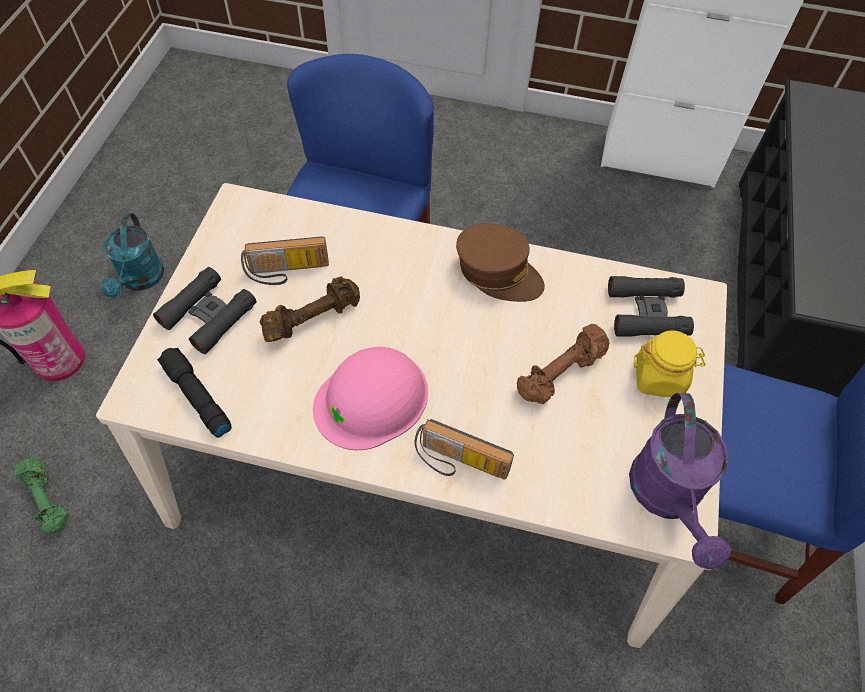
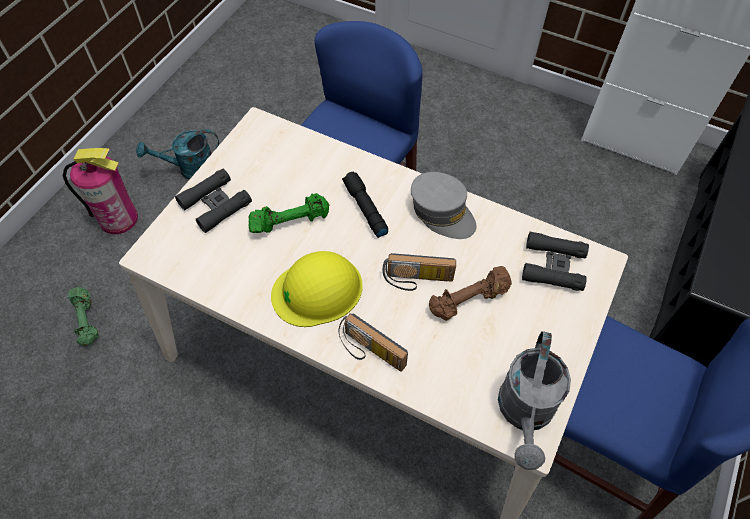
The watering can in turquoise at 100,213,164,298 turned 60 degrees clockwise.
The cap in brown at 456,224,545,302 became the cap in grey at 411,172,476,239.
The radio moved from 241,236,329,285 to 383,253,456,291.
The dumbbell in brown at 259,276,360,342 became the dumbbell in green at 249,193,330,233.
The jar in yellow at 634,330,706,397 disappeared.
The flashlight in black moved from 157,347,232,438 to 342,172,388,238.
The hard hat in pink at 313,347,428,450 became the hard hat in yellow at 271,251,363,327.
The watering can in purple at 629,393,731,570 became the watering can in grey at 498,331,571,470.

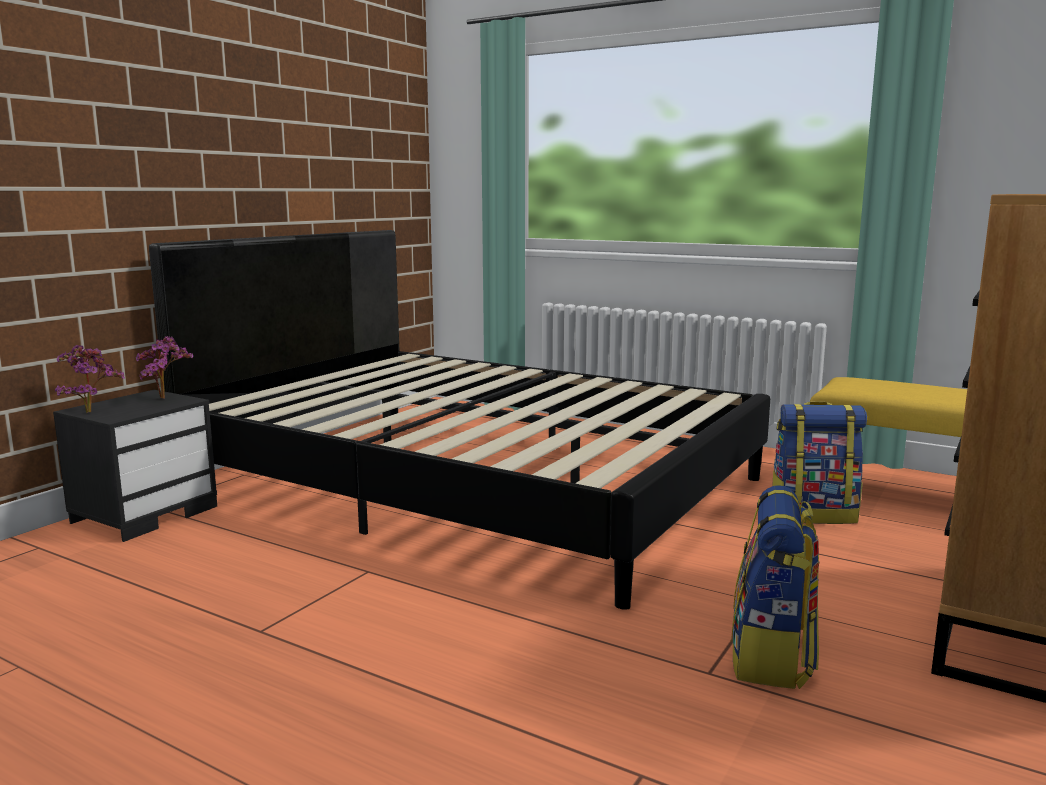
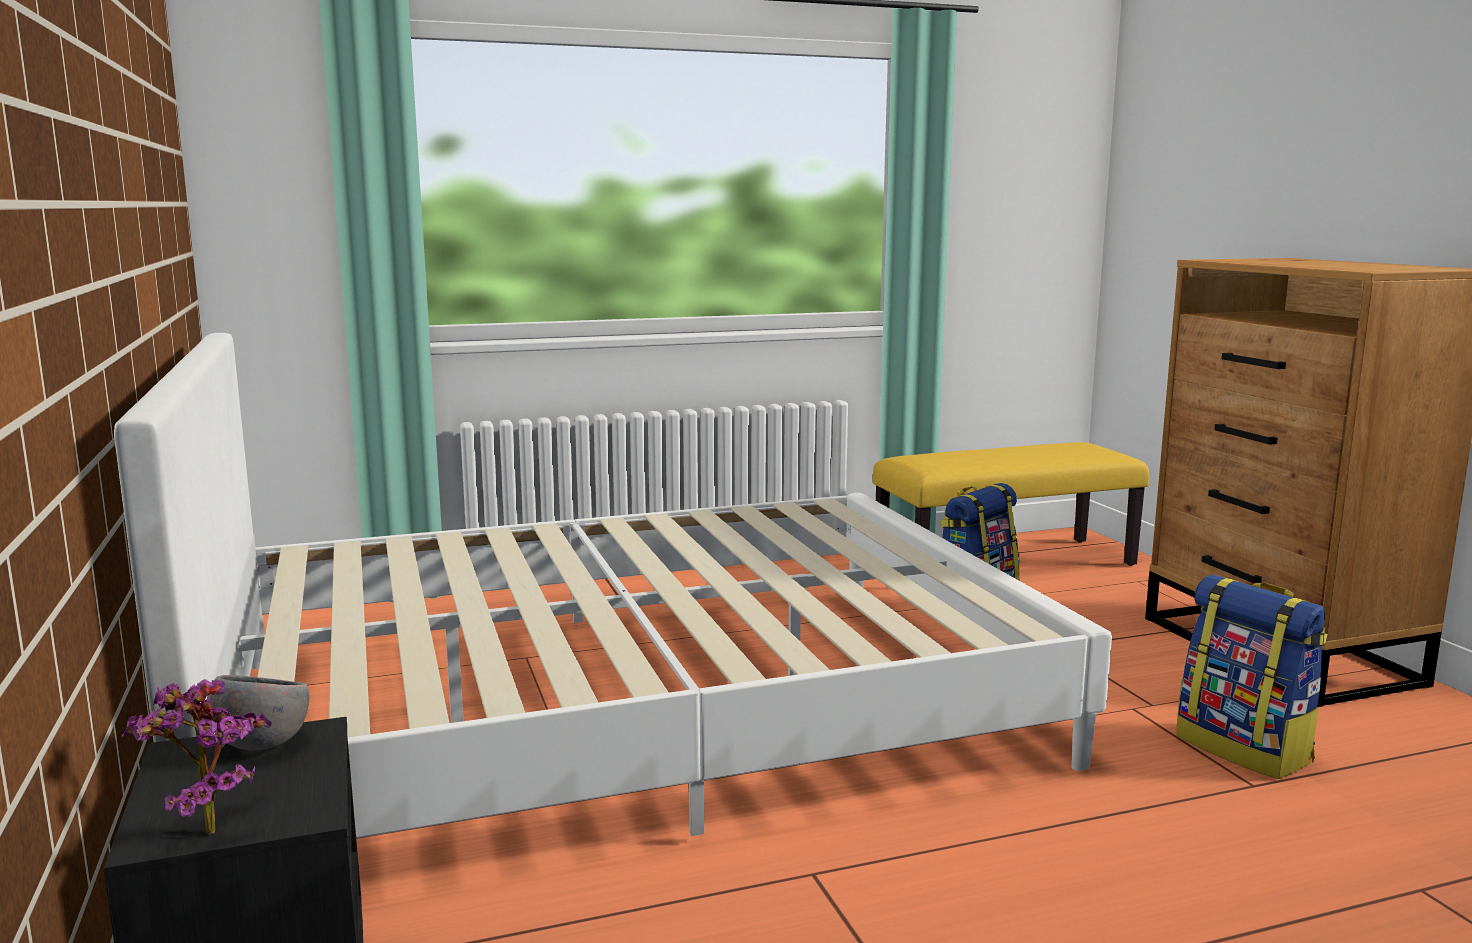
The bed in black at 149,230,770,610 became the bed in white at 114,333,1112,838.
The potted plant at 136,336,193,398 was replaced by the bowl in grey at 207,675,309,750.

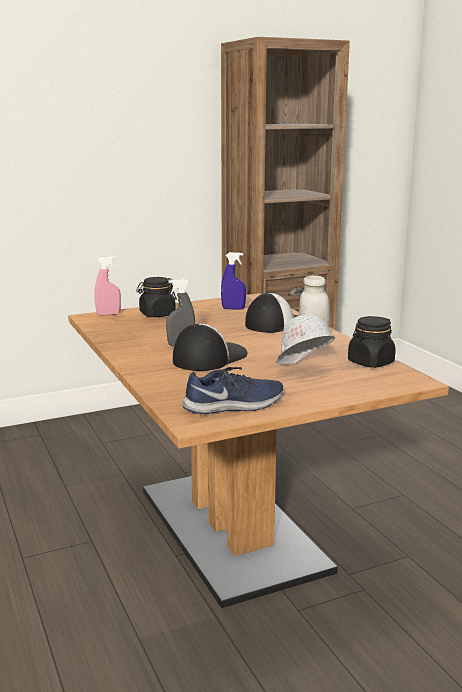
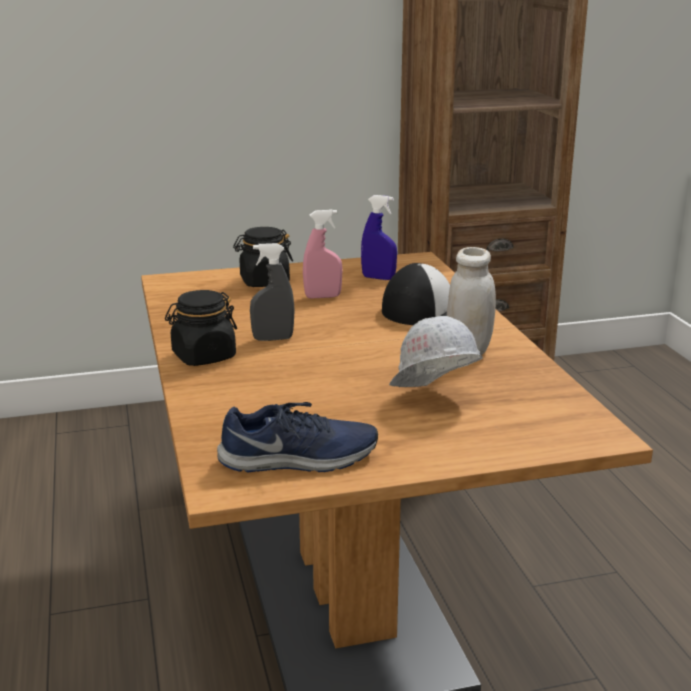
The spray bottle in pink moved from 94,256,121,316 to 303,209,343,298.
The jar in black moved from 348,316,396,368 to 165,290,237,366.
The cap at 173,324,248,371 disappeared.

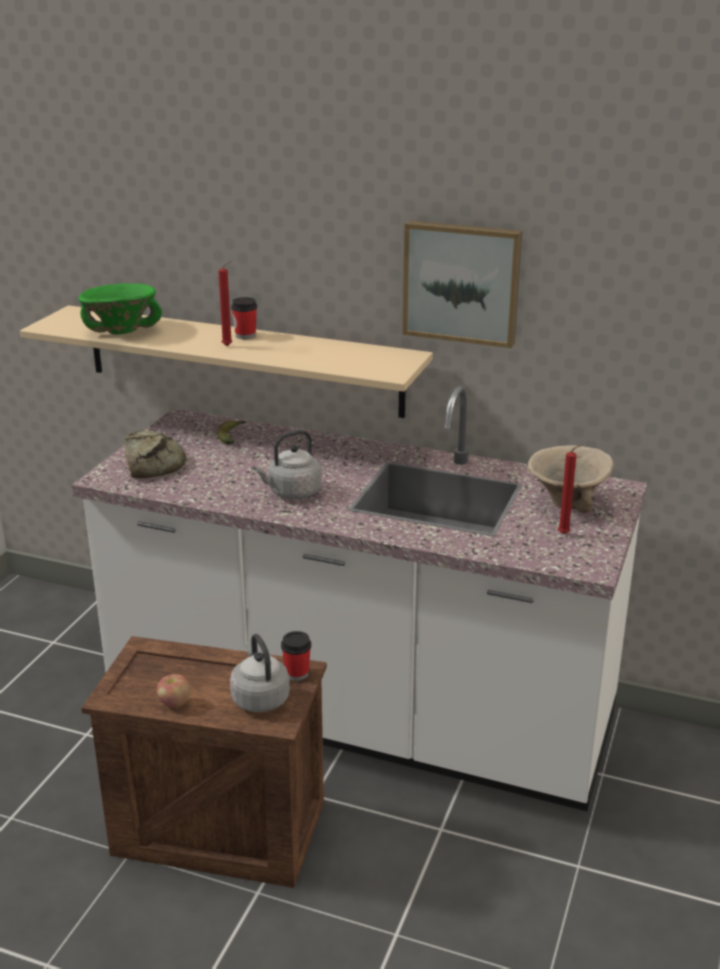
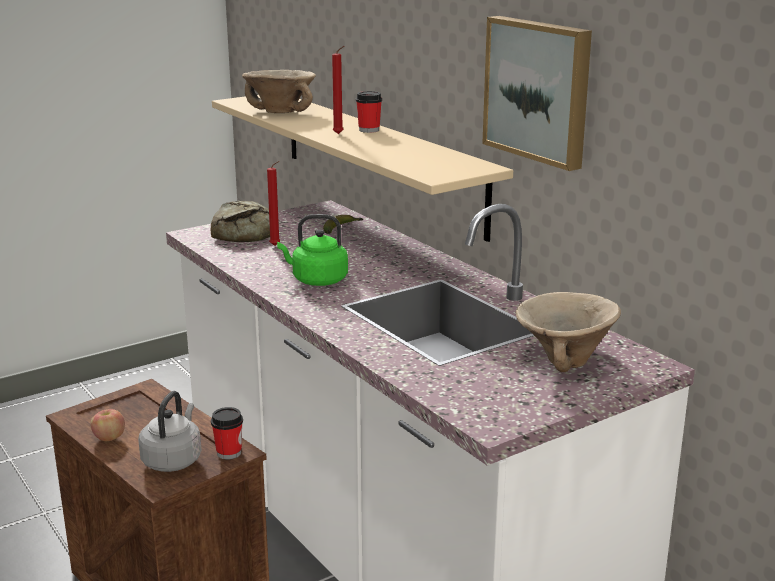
The bowl in green at 78,283,162,334 became the bowl in beige at 242,70,316,113.
The kettle in grey at 254,429,322,499 became the kettle in green at 277,214,348,286.
The candle in red moved from 558,444,583,534 to 267,161,280,246.

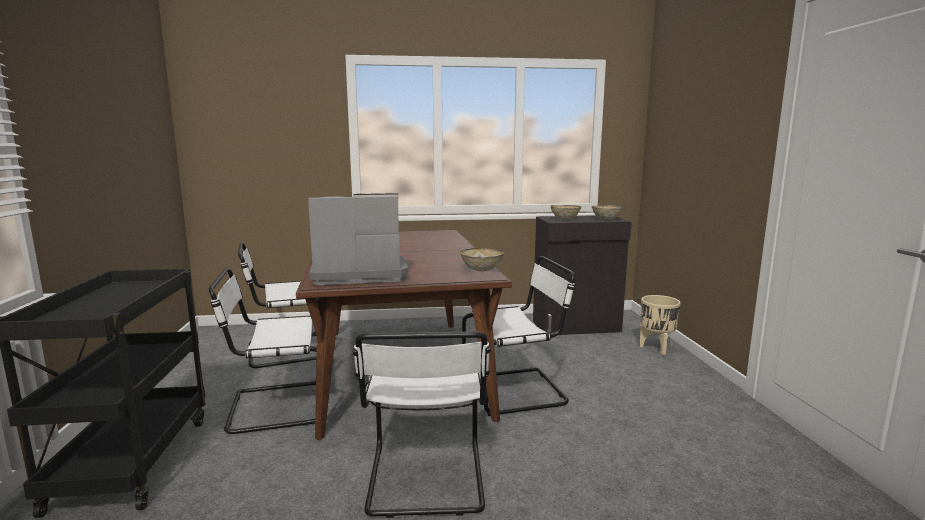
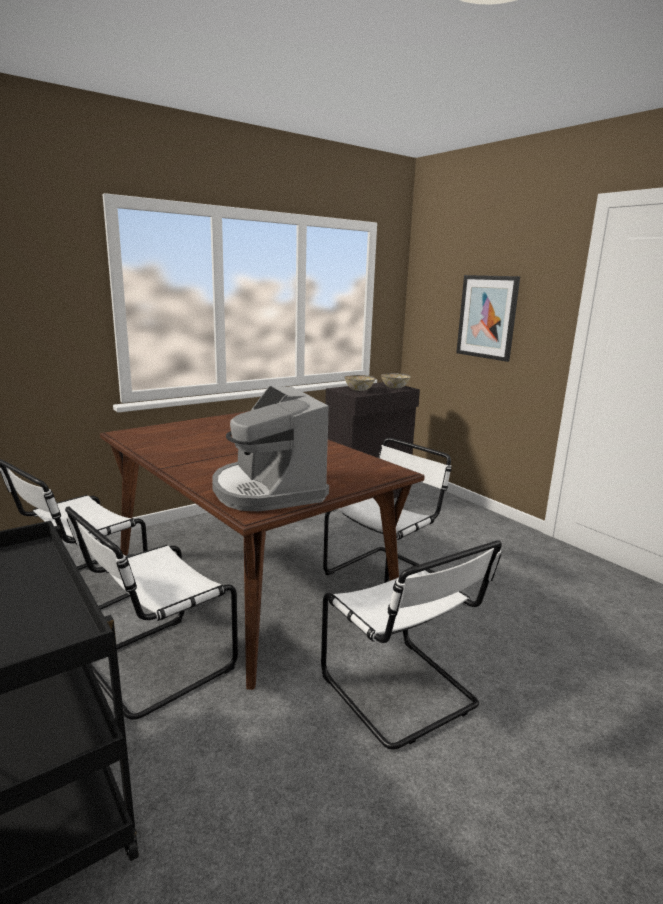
The coffee machine at 308,193,408,285 turned 75 degrees counterclockwise.
The bowl at 460,248,504,271 disappeared.
The planter in beige at 640,295,681,355 disappeared.
The picture at 456,275,520,362 appeared.

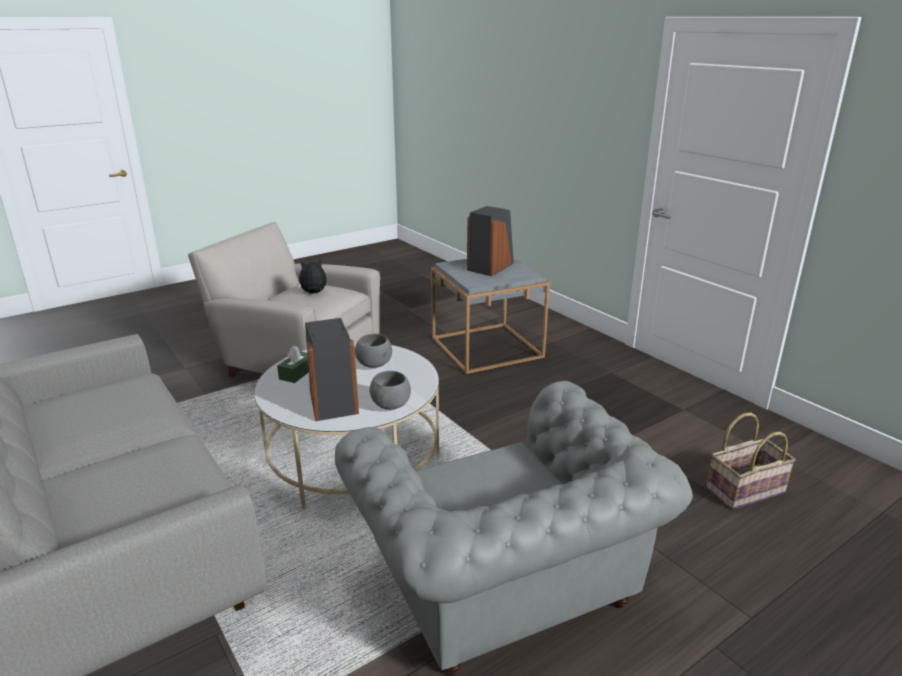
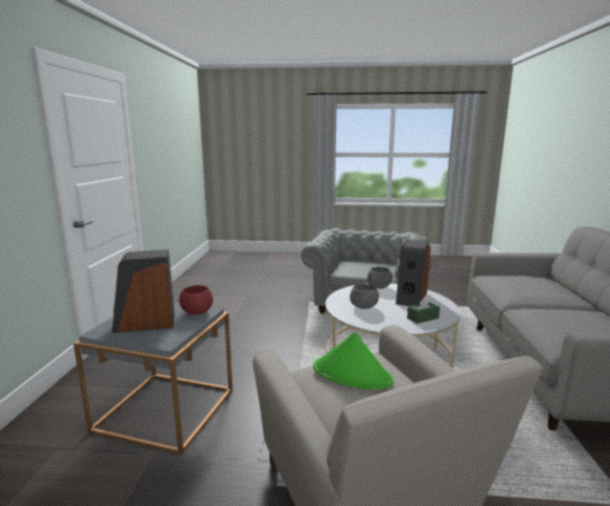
The plush toy at 297,260,327,293 was replaced by the hat in green at 313,332,394,390.
The basket at 706,412,795,510 disappeared.
The bowl in red at 179,285,213,315 appeared.

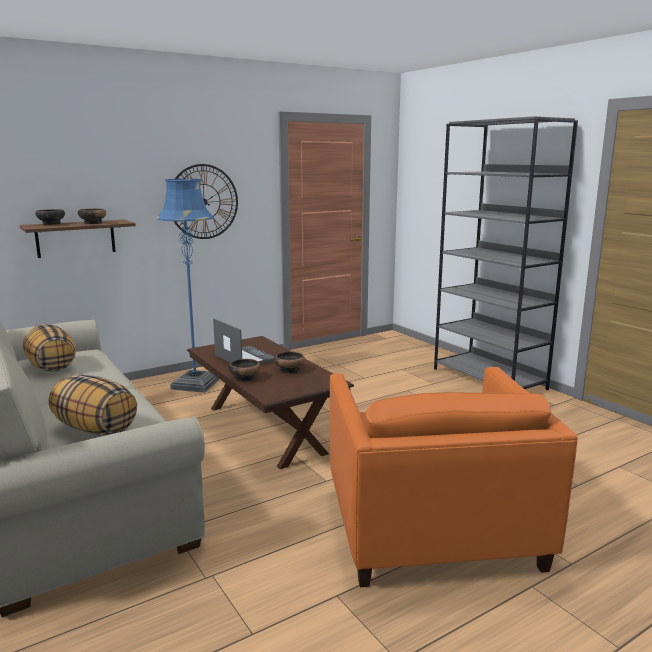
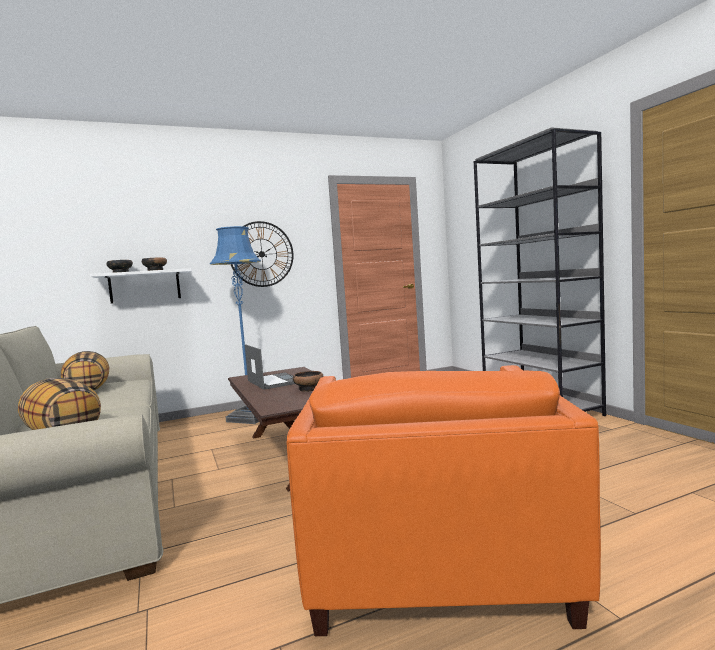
The shelf in brown at 20,220,136,258 became the shelf in white at 90,268,191,304.
The bowl at 229,359,260,382 disappeared.

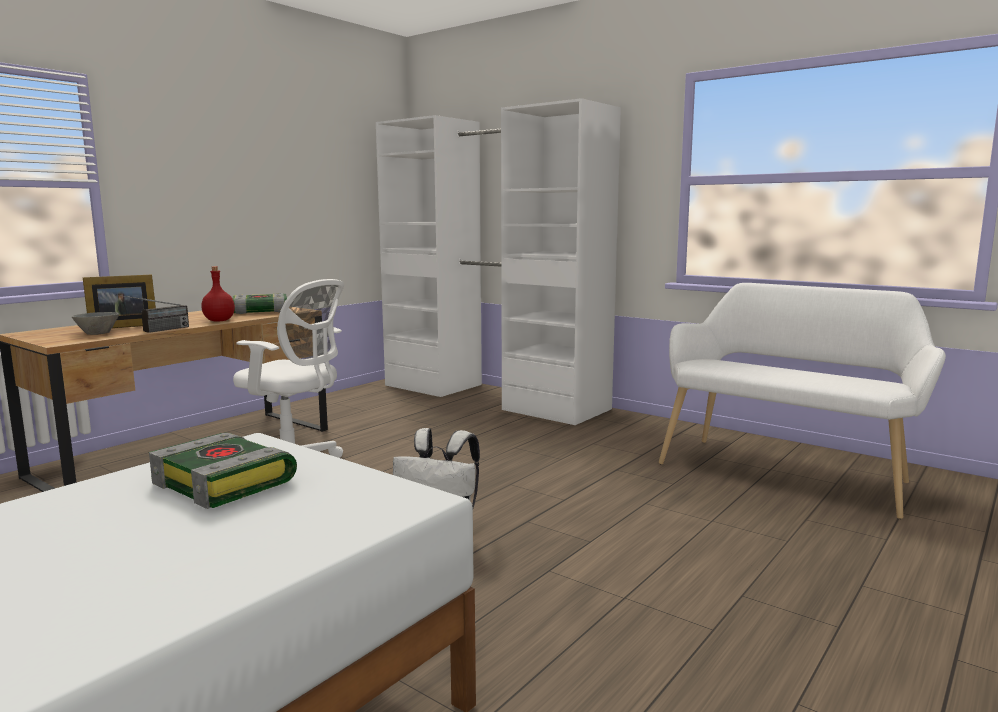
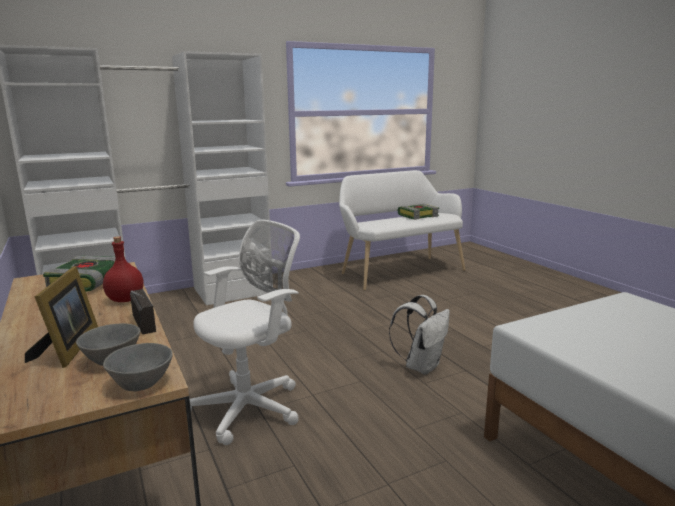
The book moved from 149,433,297,509 to 398,204,439,220.
The bowl in grey at 103,343,173,391 appeared.

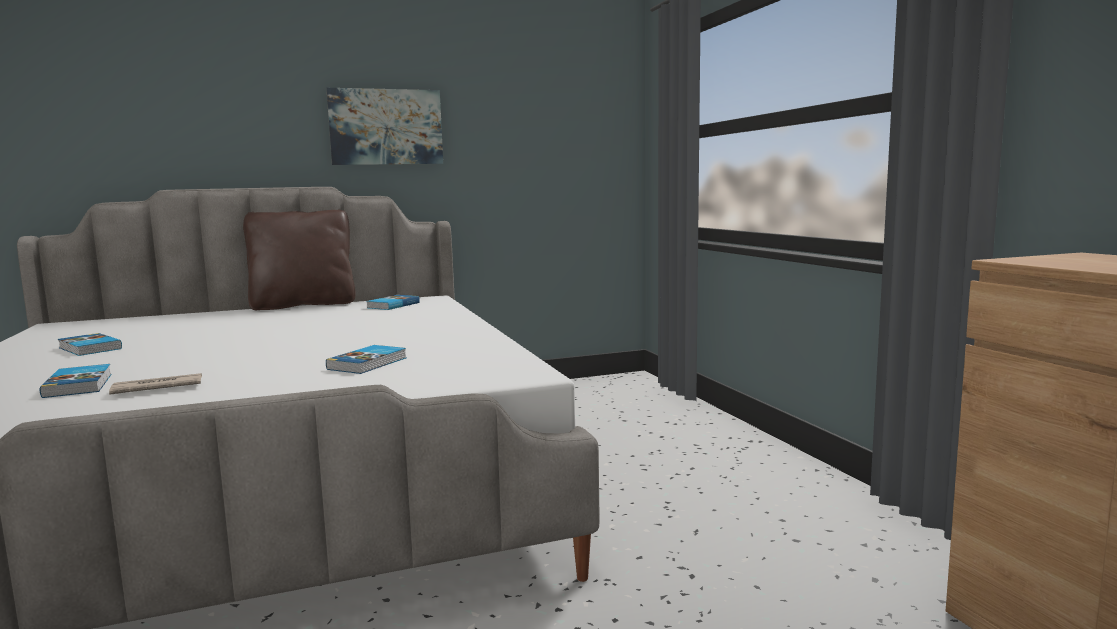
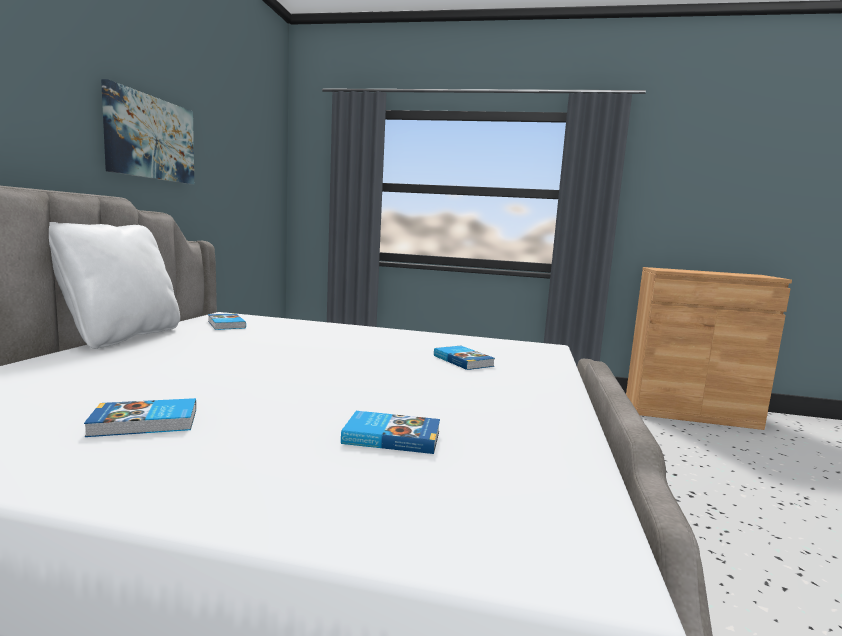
The pillow in brown at 243,210,356,310 became the pillow in white at 49,222,180,349.
The newspaper at 109,373,202,395 disappeared.

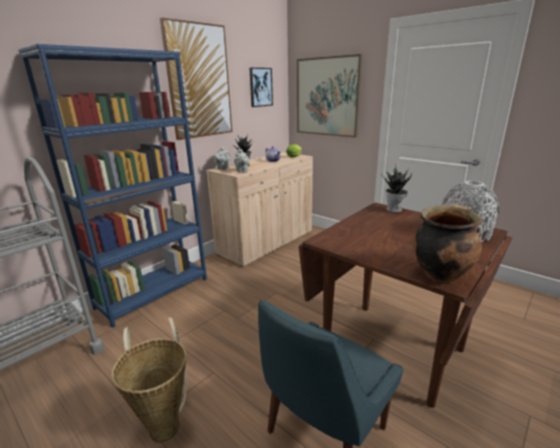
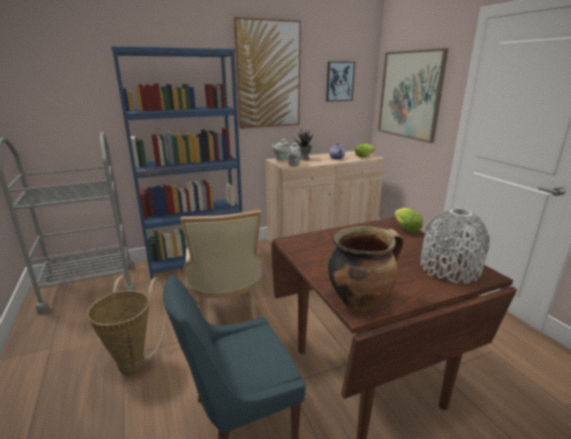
The potted plant at 381,168,412,212 was replaced by the lettuce at 394,208,423,233.
The chair in beige at 181,210,263,321 appeared.

